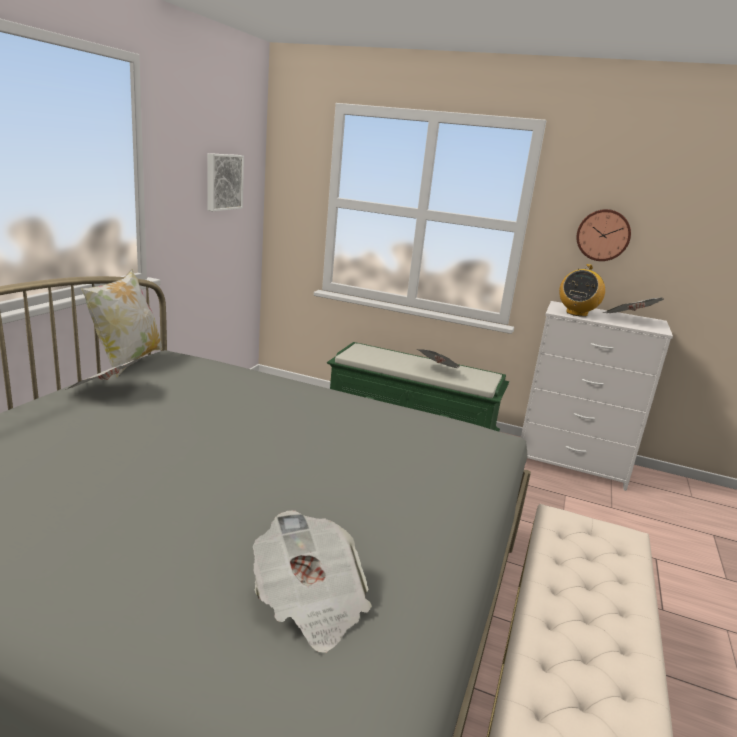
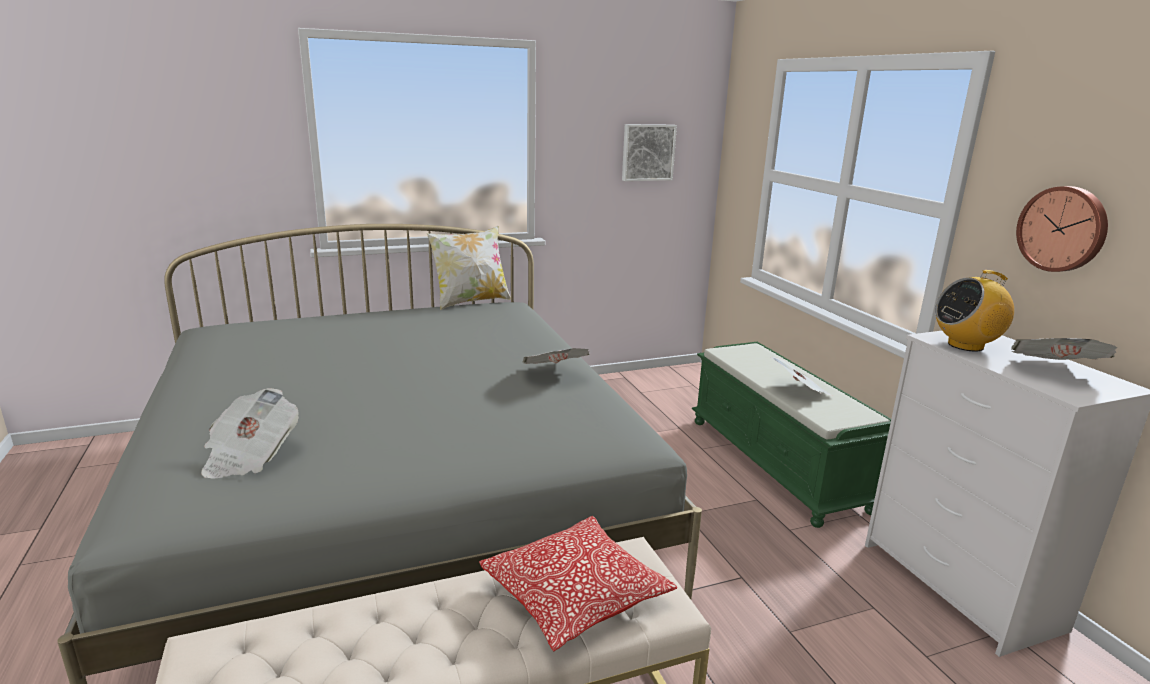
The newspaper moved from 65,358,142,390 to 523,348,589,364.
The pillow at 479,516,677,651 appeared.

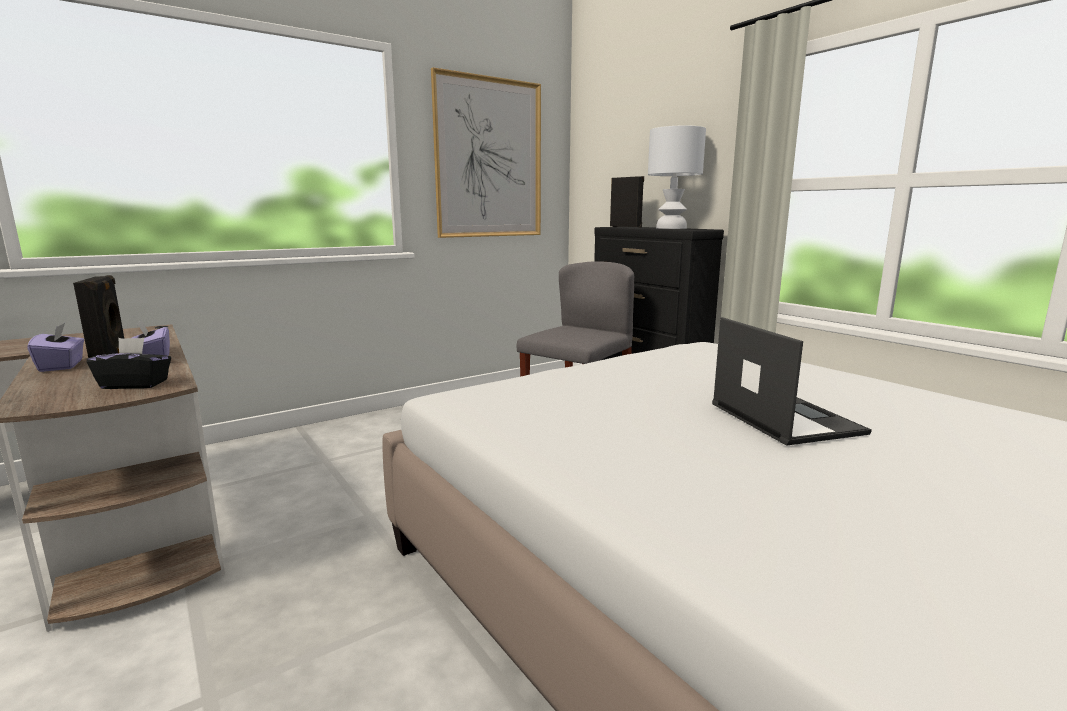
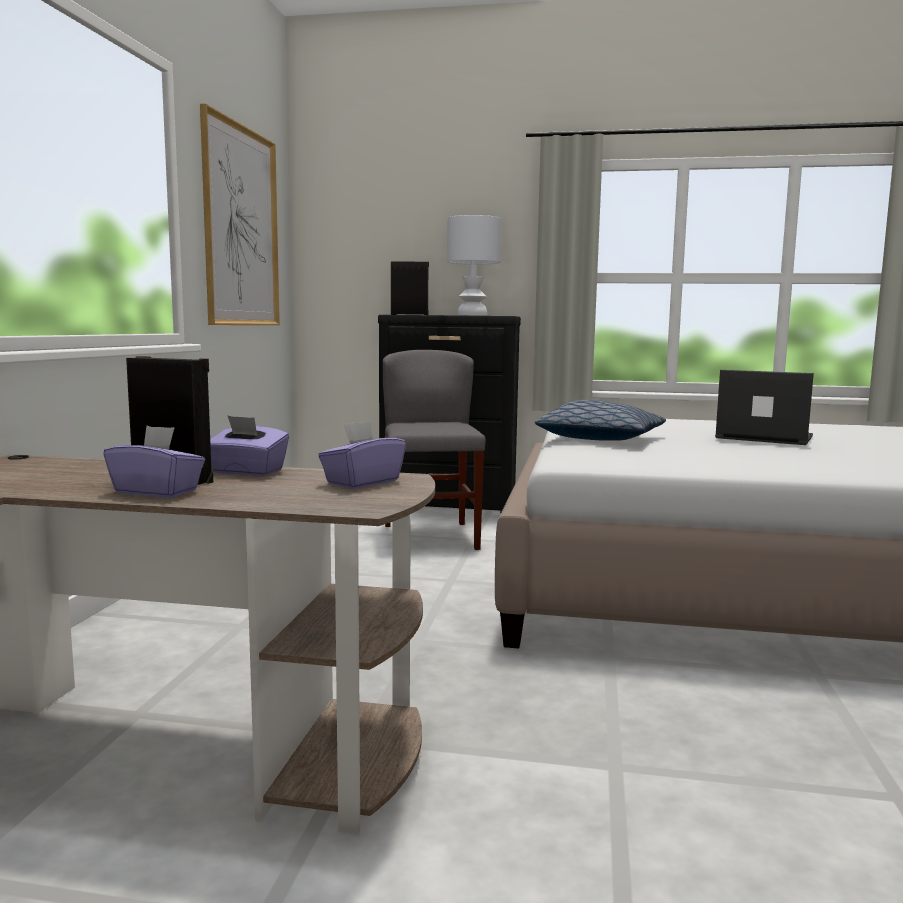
The tissue box in black at 87,338,171,389 became the tissue box in purple at 318,420,406,489.
The pillow at 535,400,666,441 appeared.

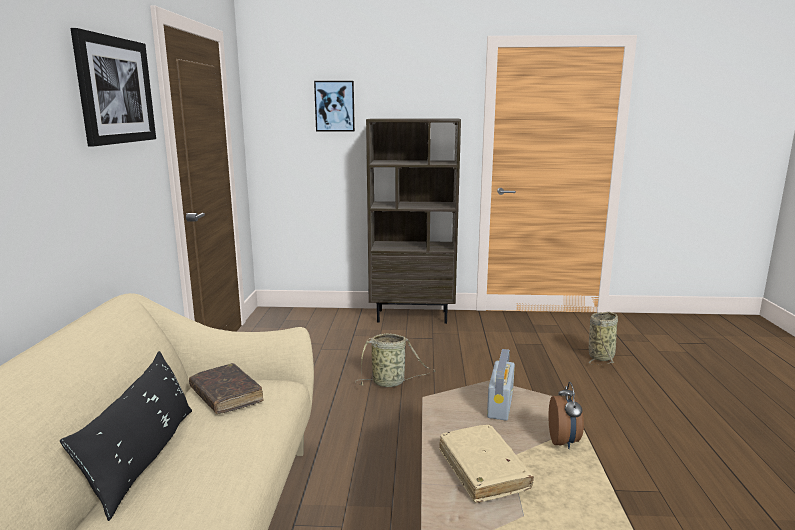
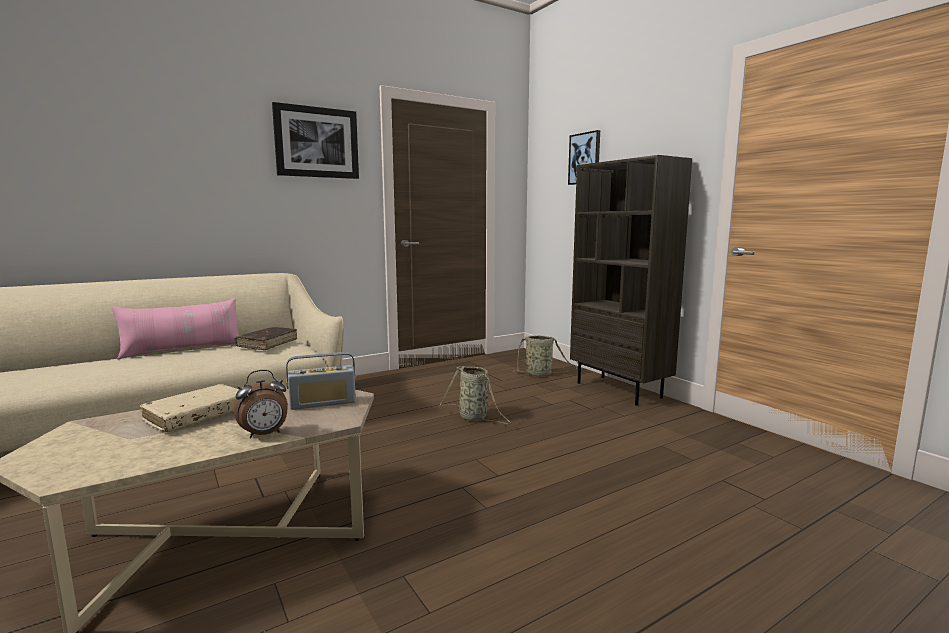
The basket moved from 589,312,618,365 to 515,335,578,376.
The pillow in black at 60,351,192,521 became the pillow in pink at 112,298,239,360.

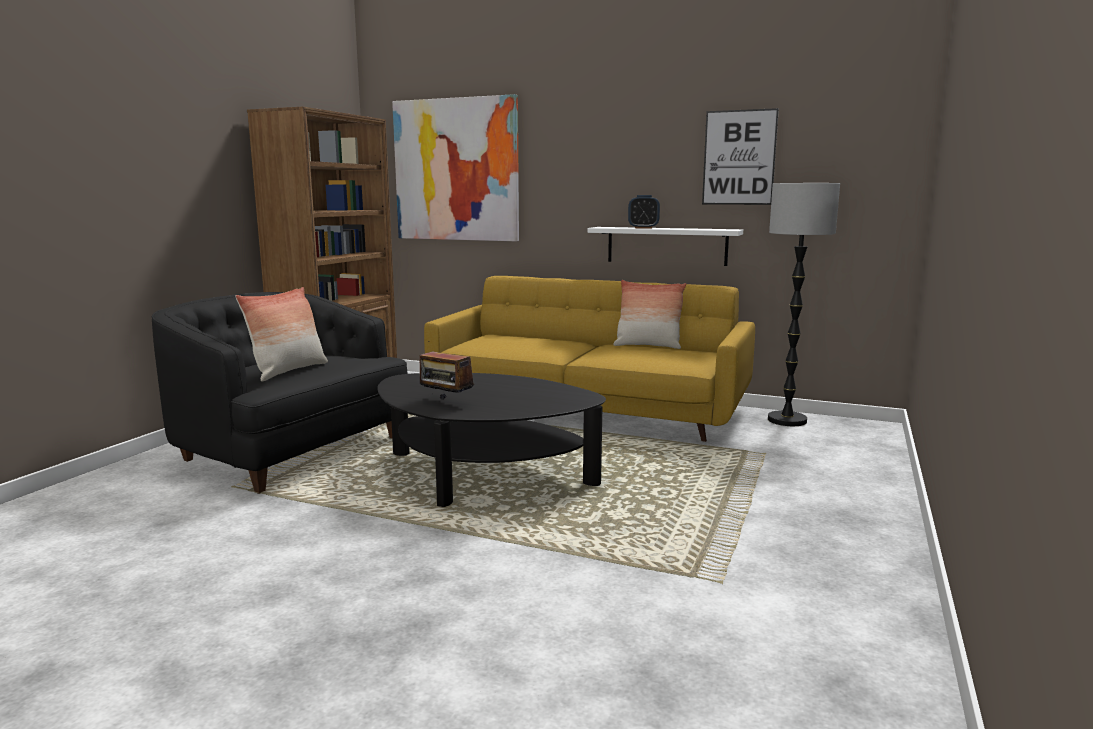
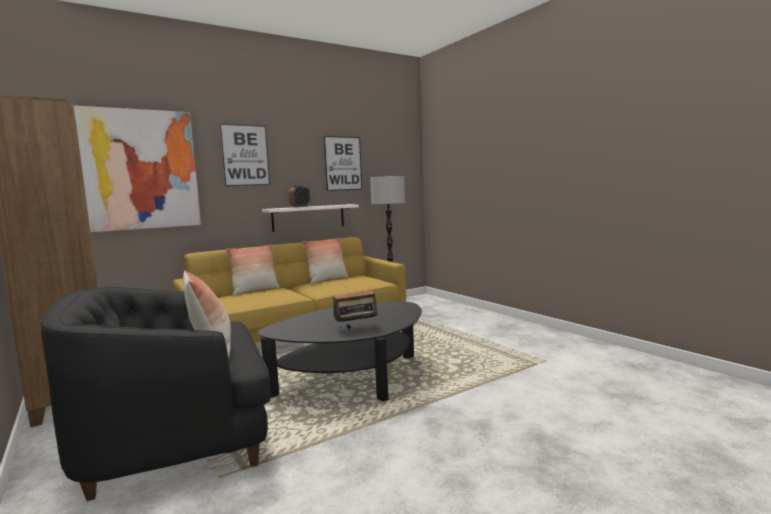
The picture at 220,124,270,186 appeared.
The pillow at 226,244,280,295 appeared.

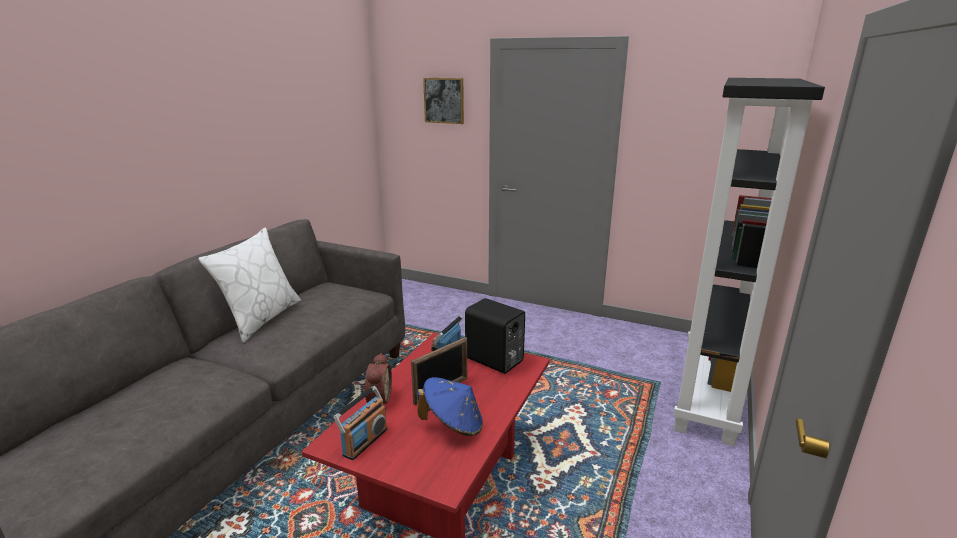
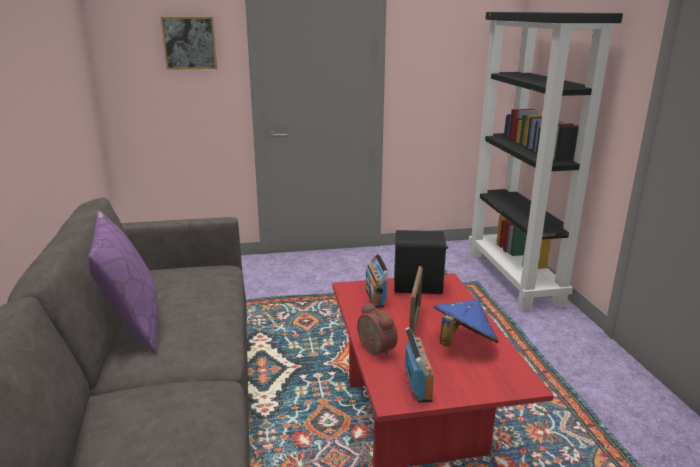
The pillow in white at 198,228,301,343 became the pillow in purple at 88,210,158,353.

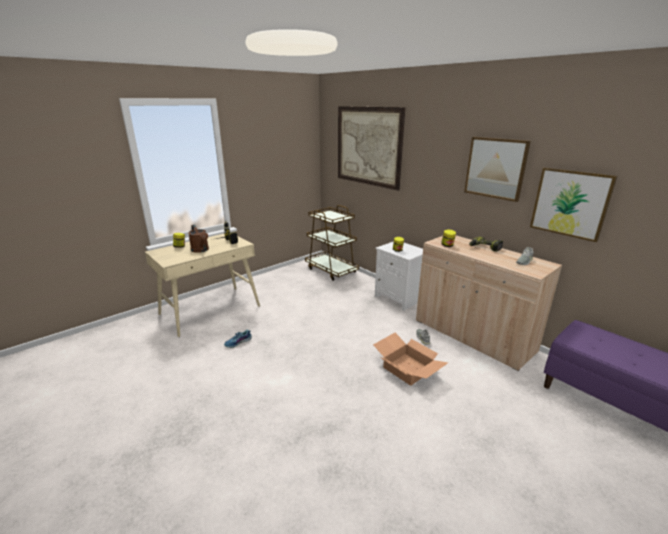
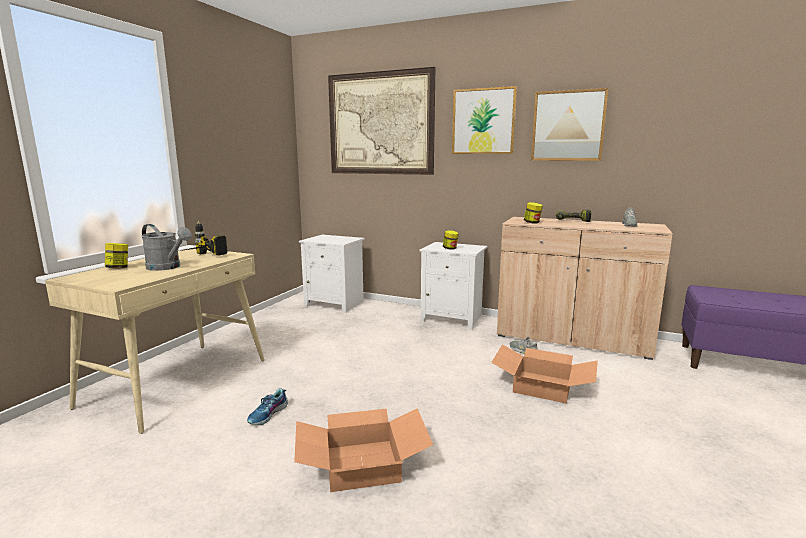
The picture moved from 530,167,617,242 to 452,86,517,154.
The cart in brown at 305,205,359,281 was replaced by the nightstand in white at 299,235,365,313.
The watering can in brown at 188,225,209,253 became the watering can in grey at 142,224,192,271.
The cardboard box at 294,408,433,492 appeared.

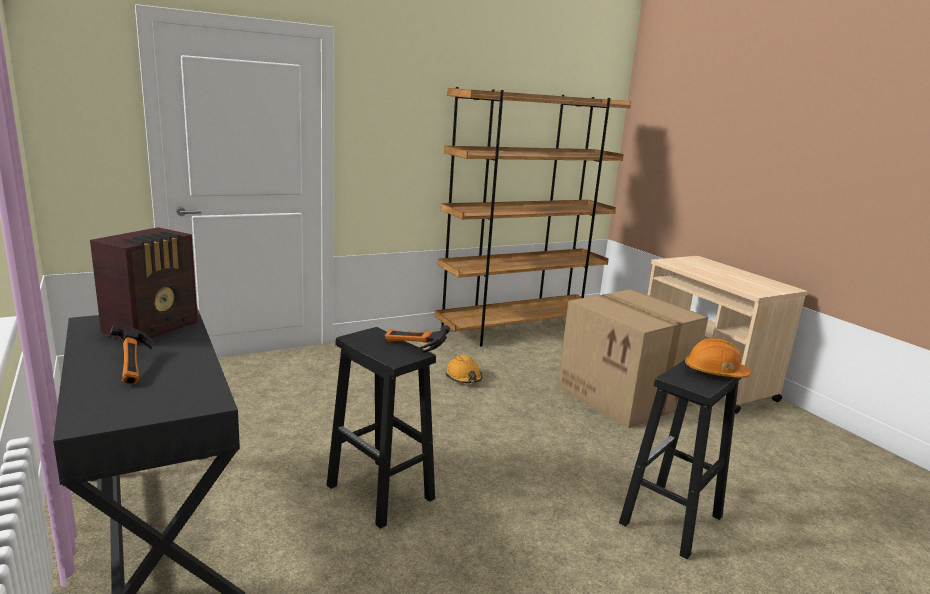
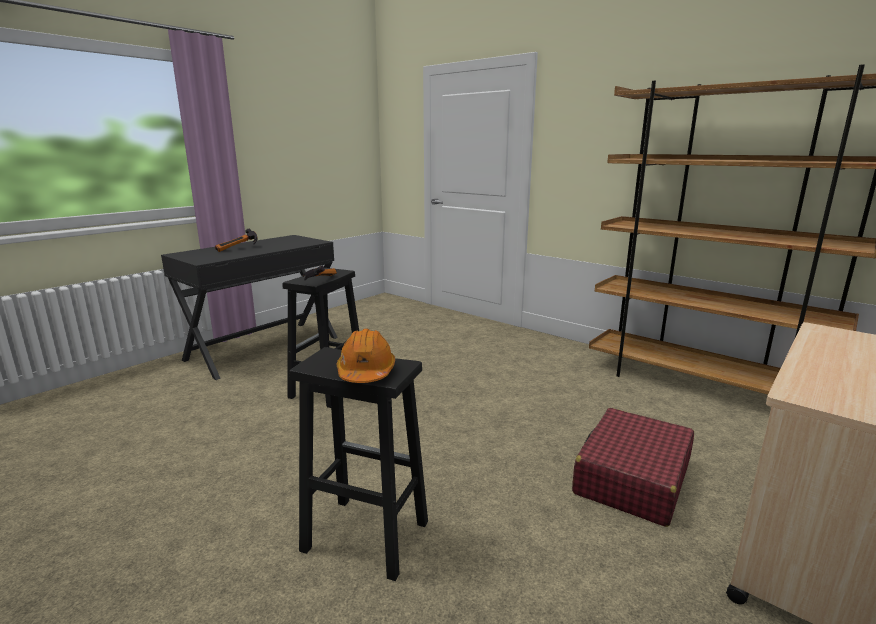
The radio at 90,227,198,345 disappeared.
The cardboard box at 558,289,708,428 was replaced by the suitcase in red at 572,408,694,527.
The hard hat in orange at 446,355,482,383 disappeared.

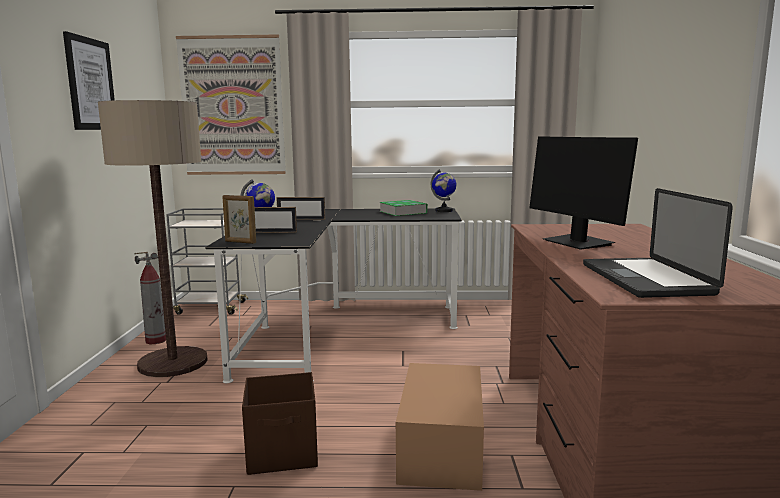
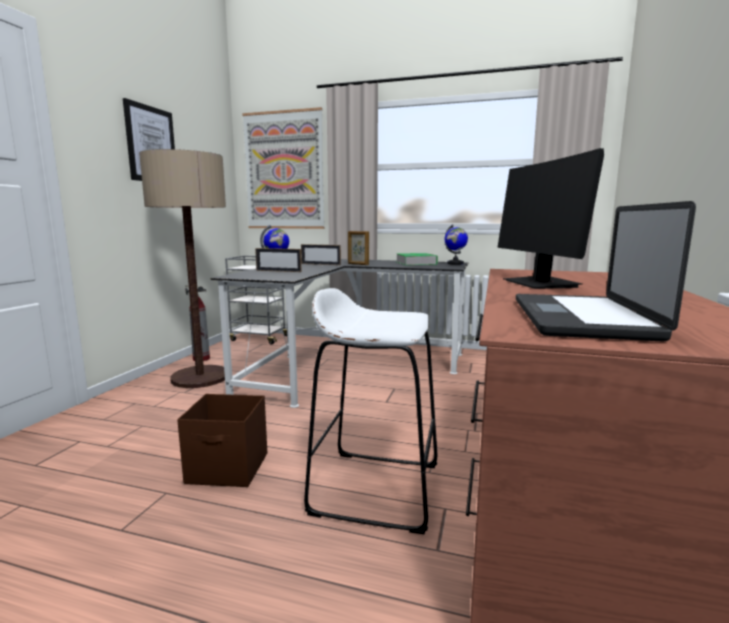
The picture frame moved from 222,195,256,244 to 348,231,369,265.
The cardboard box at 396,363,484,491 was replaced by the stool in white at 304,288,438,535.

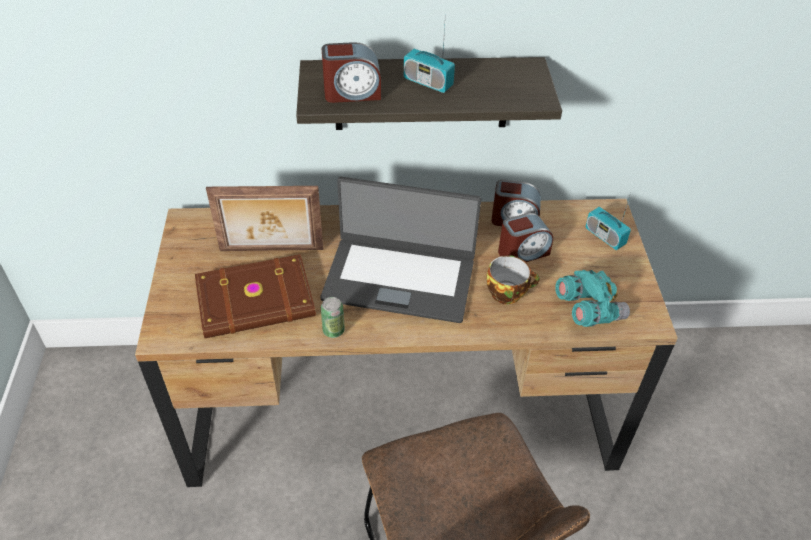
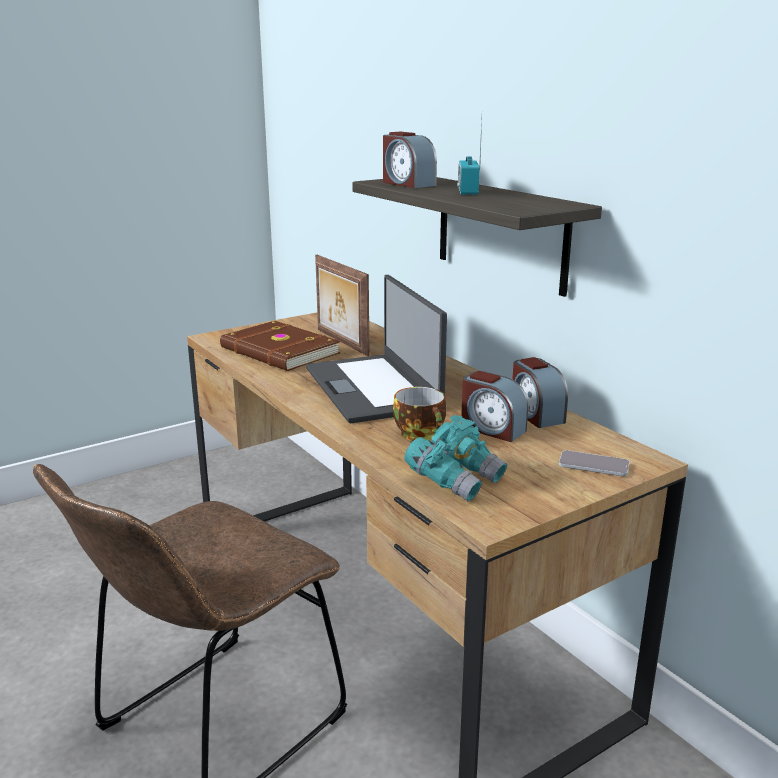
The radio at 585,193,631,250 was replaced by the phone at 559,450,630,476.
The can at 321,297,345,338 disappeared.

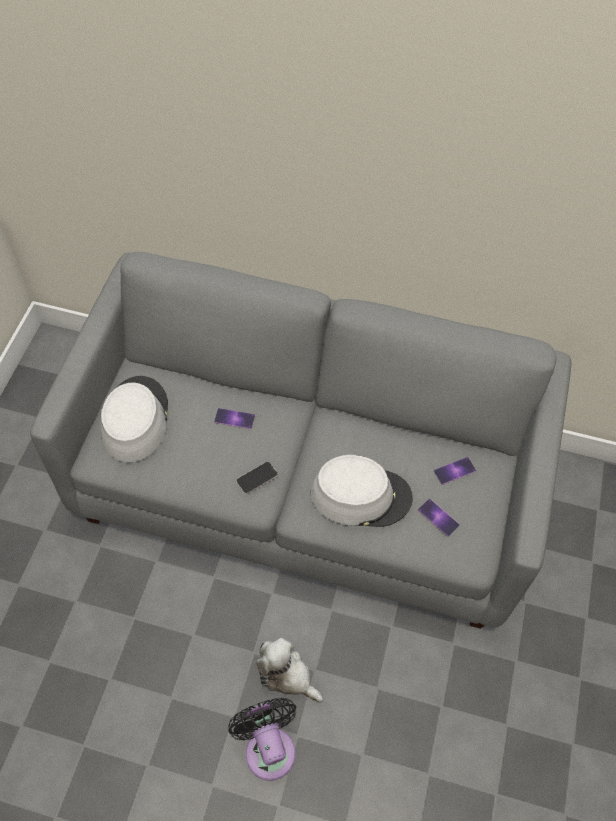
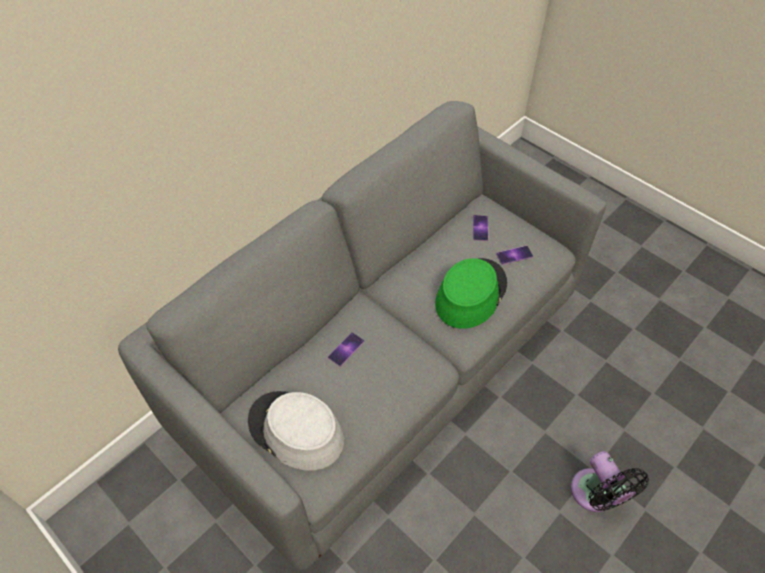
The hat in grey at 311,455,413,527 became the hat in green at 435,258,507,329.
The phone at 236,461,278,494 disappeared.
The plush toy at 256,637,323,703 disappeared.
The fan in black at 228,698,297,781 turned 120 degrees counterclockwise.

